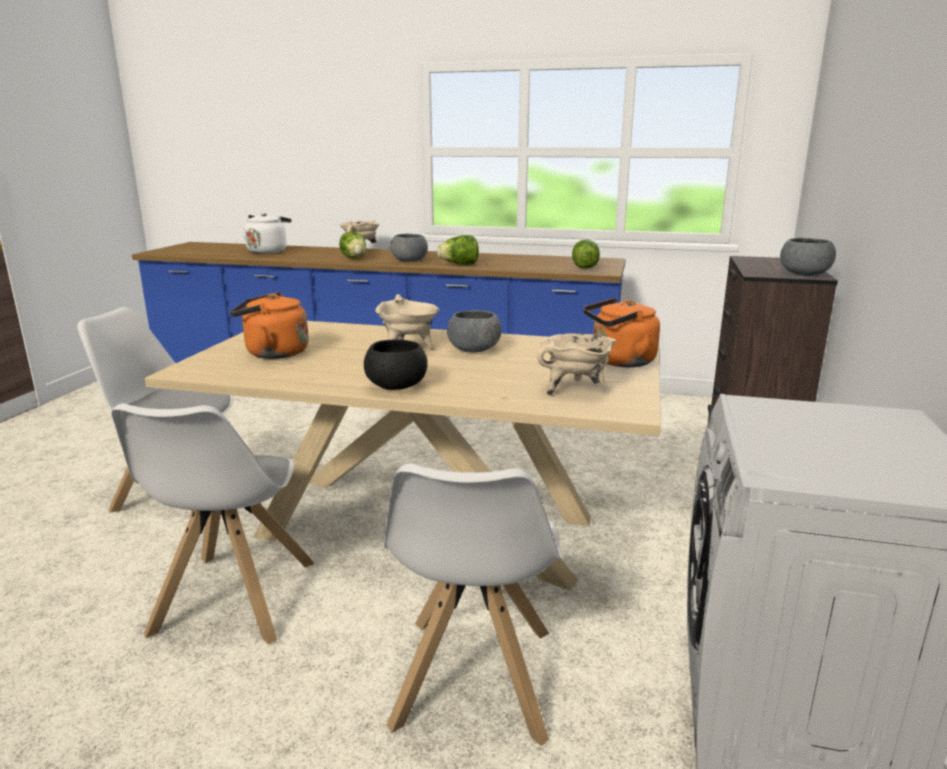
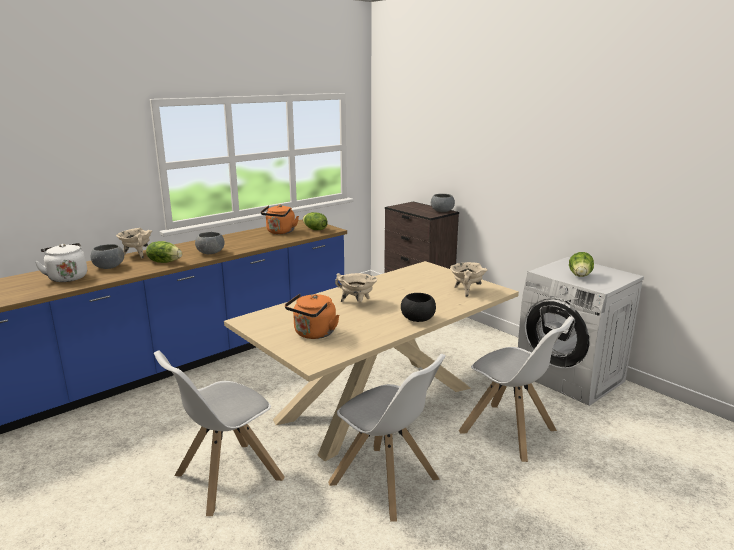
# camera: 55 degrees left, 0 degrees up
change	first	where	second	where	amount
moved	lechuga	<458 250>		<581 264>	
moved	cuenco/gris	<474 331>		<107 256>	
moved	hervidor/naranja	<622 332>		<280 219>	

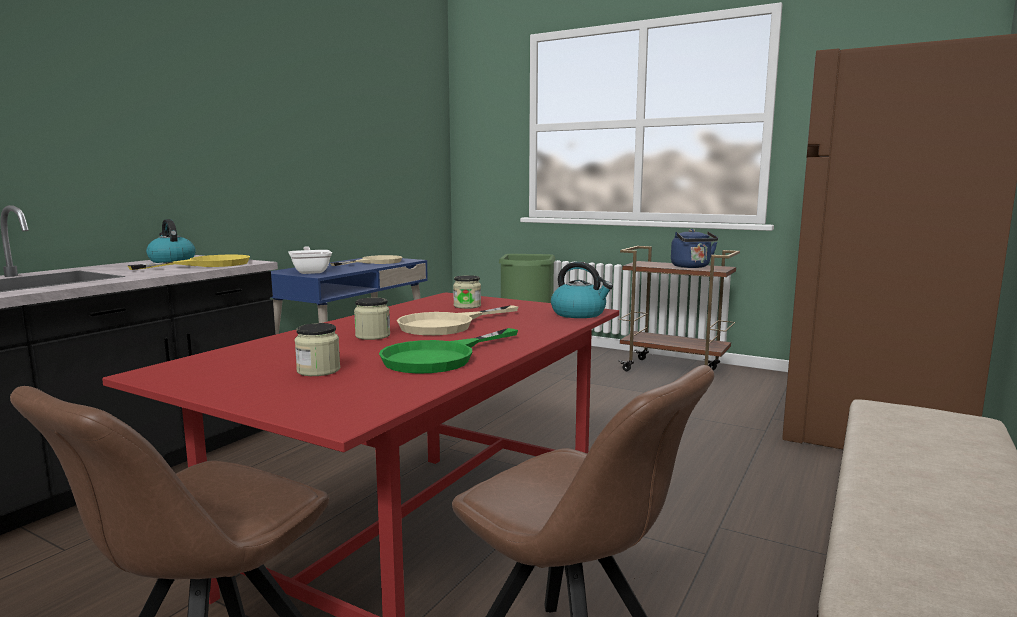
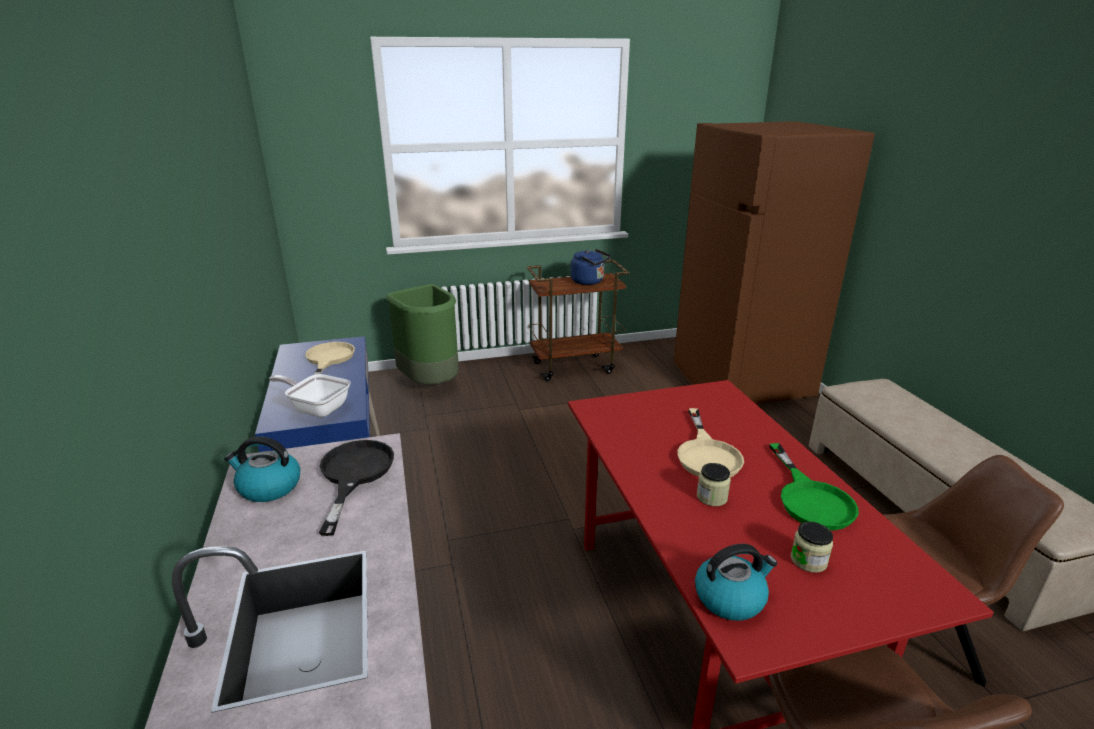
# camera: 45 degrees left, 15 degrees up
change	first	where	second	where	amount
removed	tarro	<467 292>			
moved	hervidor	<582 290>		<736 582>	
recoloured	sartén/amarillo	<188 262>	sartén/negro	<356 488>	

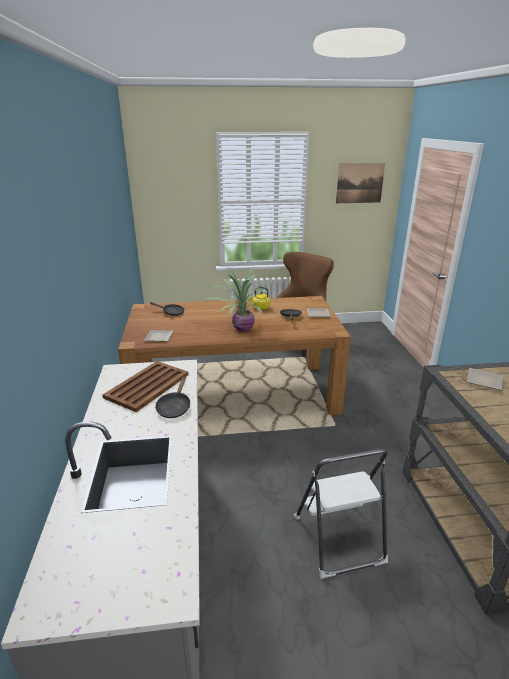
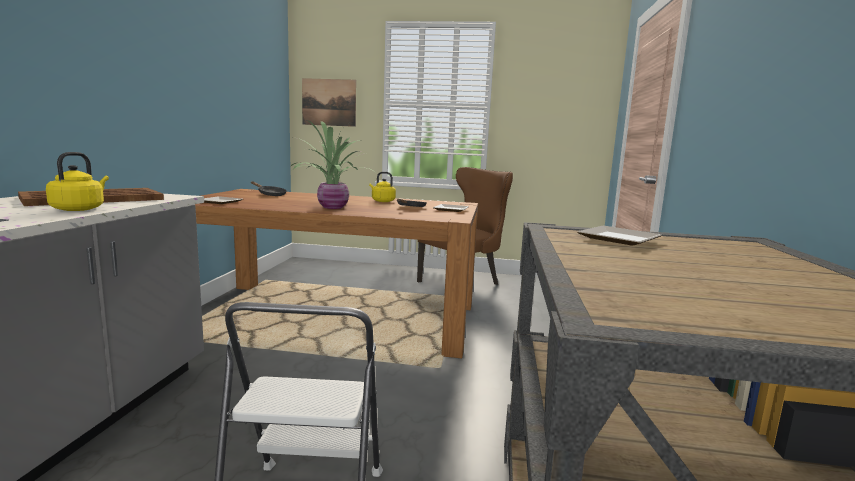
# camera: 15 degrees right, 15 degrees down
change	first	where	second	where	amount
moved	cuadro	<360 183>		<329 102>	
replaced	sartén/negro	<172 397>	hervidor/amarillo	<77 181>	

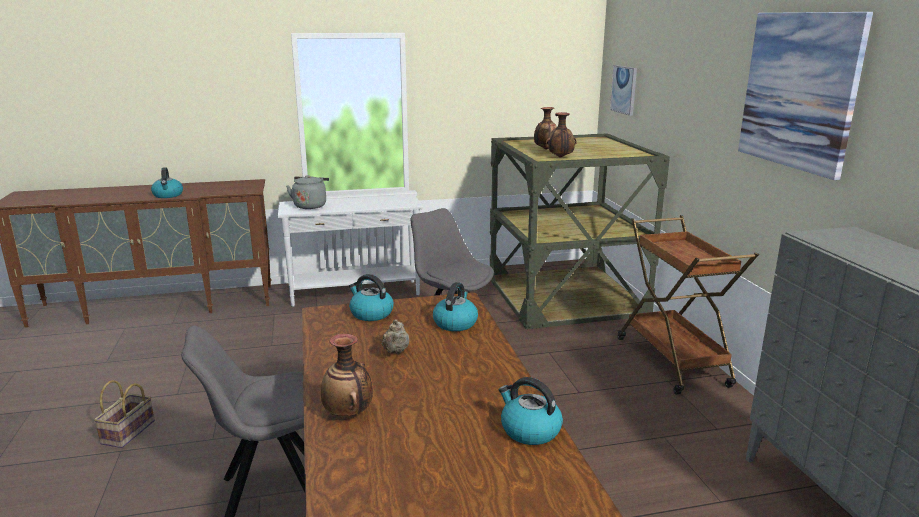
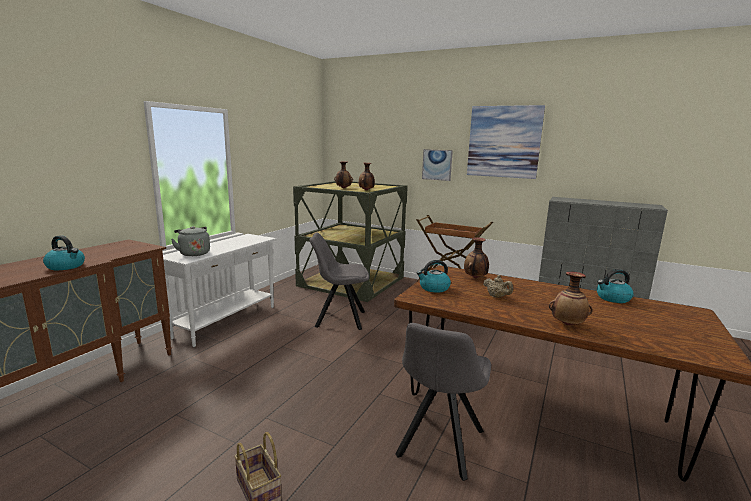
# camera: 50 degrees left, 5 degrees down
change	first	where	second	where	amount
moved	cuadro	<623 90>		<437 165>	
replaced	hervidor	<455 306>	florero	<476 257>	

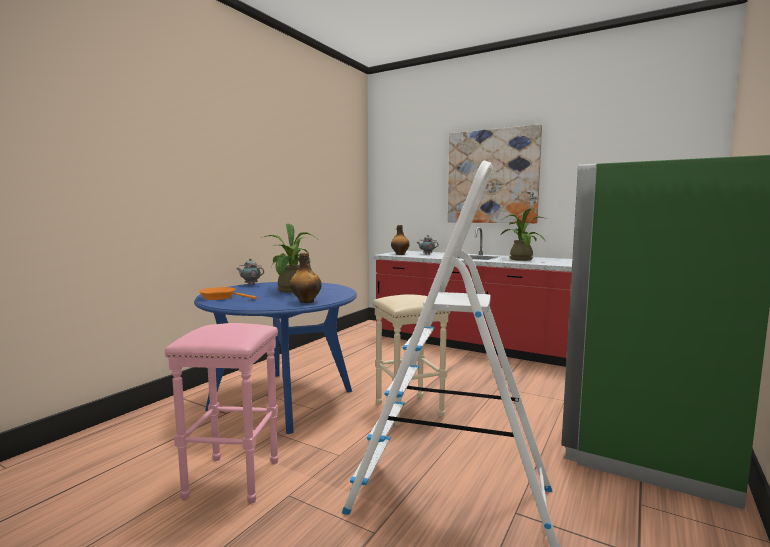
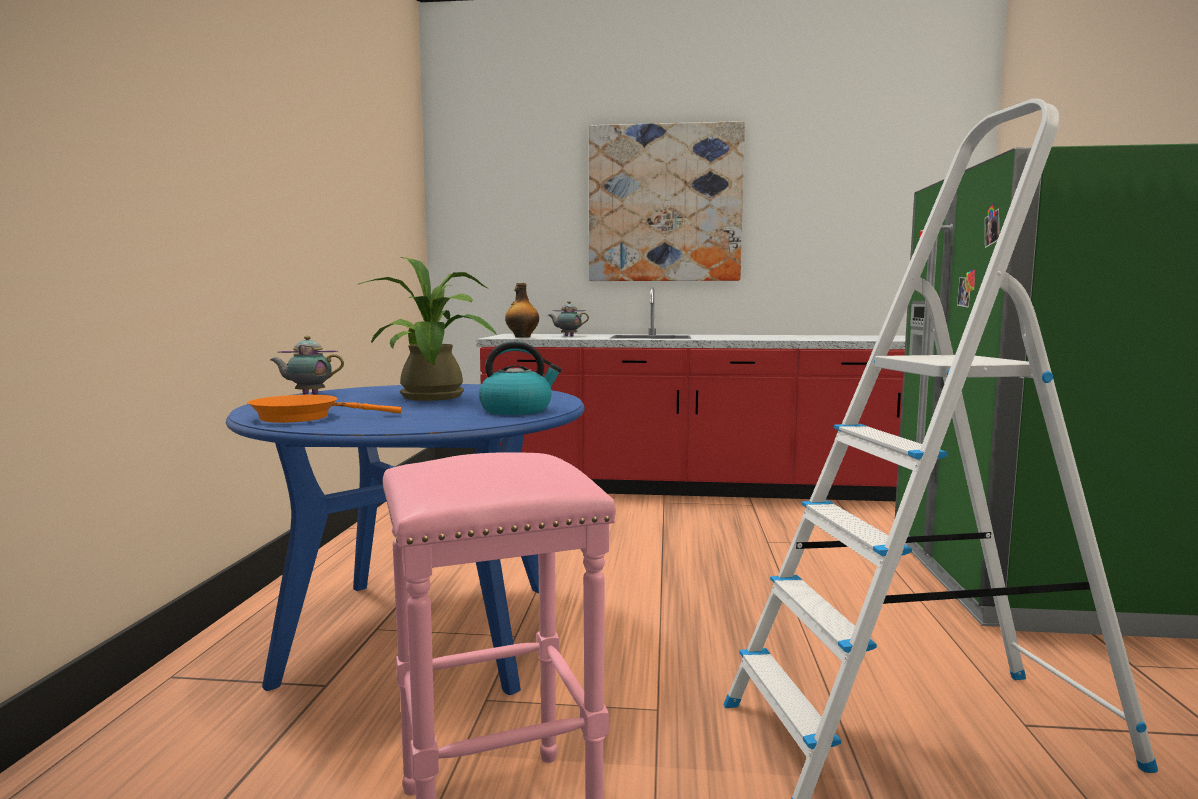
# camera: 25 degrees left, 0 degrees up
change	first	where	second	where	amount
removed	taburete/beis	<411 359>			
removed	planta en maceta	<524 234>			
replaced	botella	<306 278>	hervidor	<520 378>	

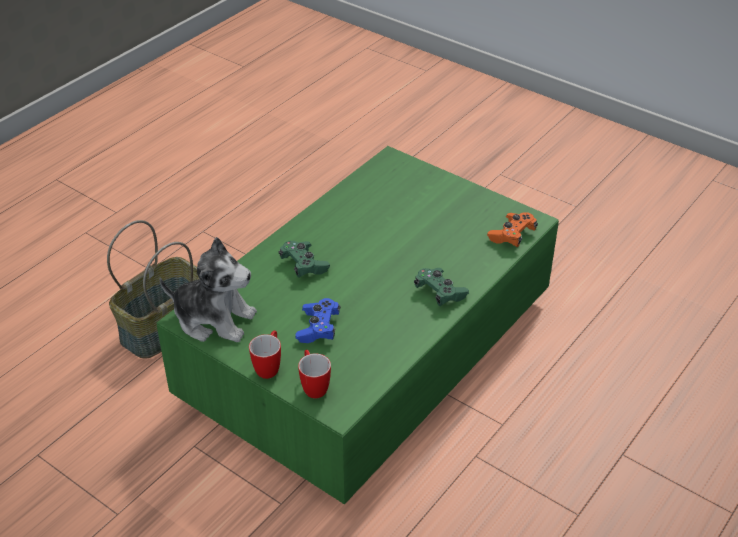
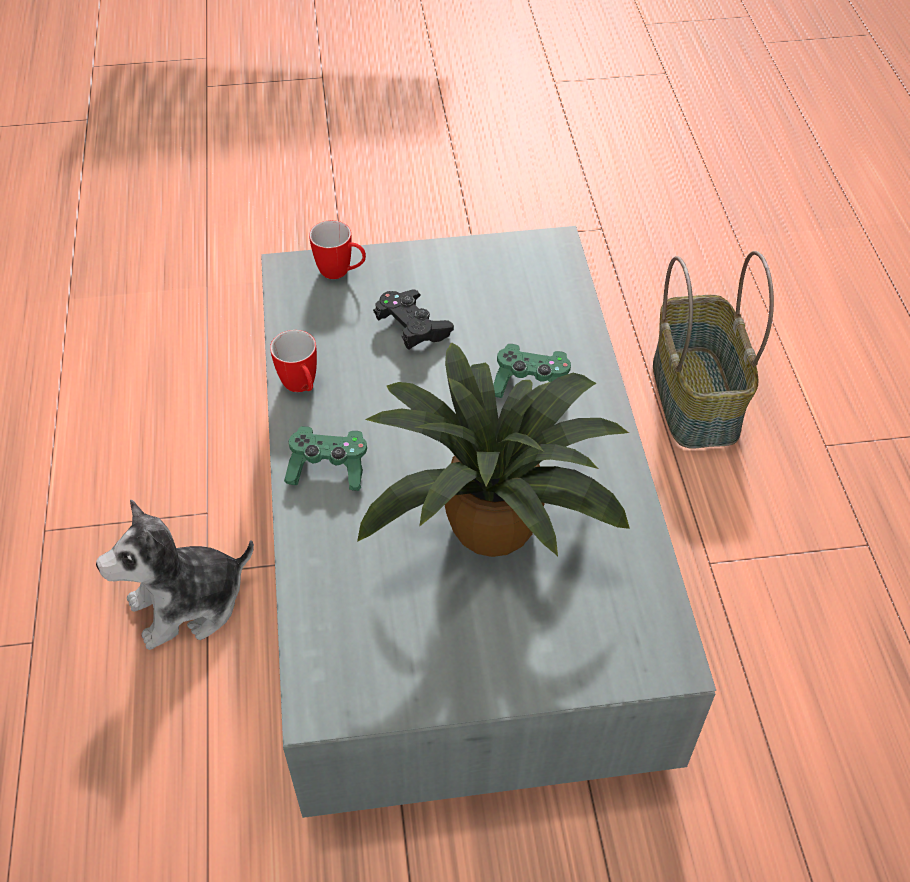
# camera: 135 degrees right, 10 degrees up
change	first	where	second	where	amount
removed	mando de consola/naranja	<512 229>			
added			planta en maceta	<493 449>	
moved	peluche	<208 289>		<175 574>	
moved	taza grande	<265 355>		<293 361>	
recoloured	mesa de centro/verde	<358 325>	mesa de centro/gris	<488 522>	
recoloured	mando de consola/azul	<318 320>	mando de consola/negro	<413 320>	

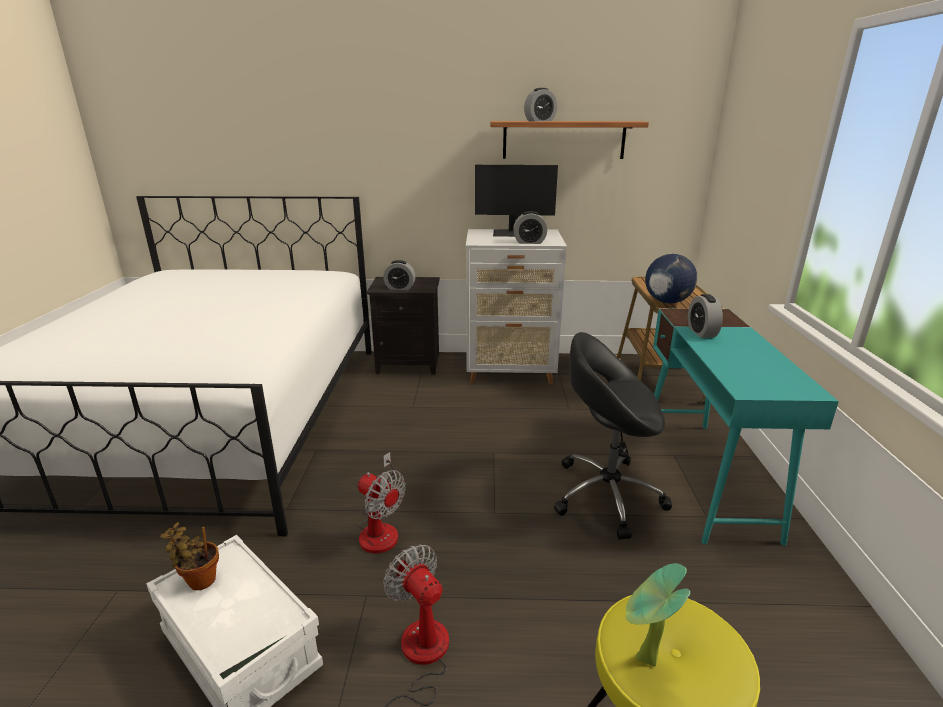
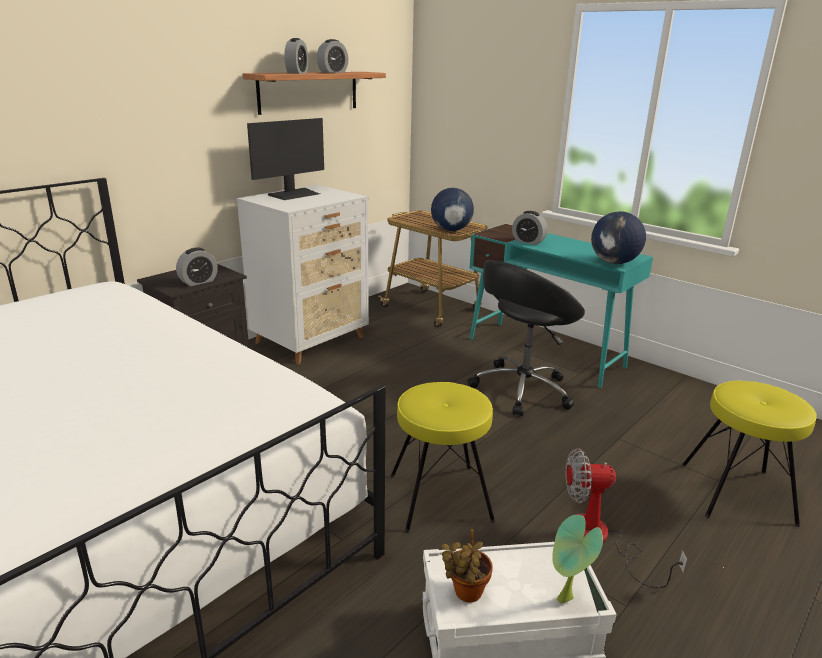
# camera: 50 degrees left, 0 degrees up
change	first	where	second	where	amount
added			globo terráqueo	<618 237>	
moved	despertador	<530 227>		<332 56>	
moved	planta en maceta	<657 615>		<577 559>	
replaced	ventilador	<382 503>	taburete/amarillo	<442 457>	

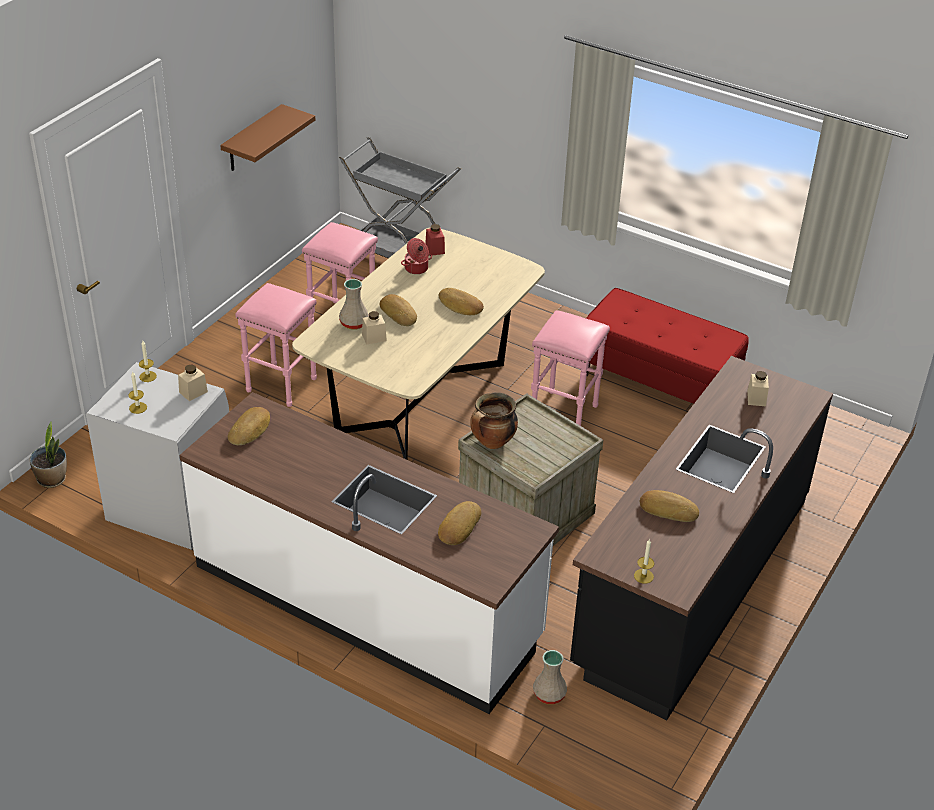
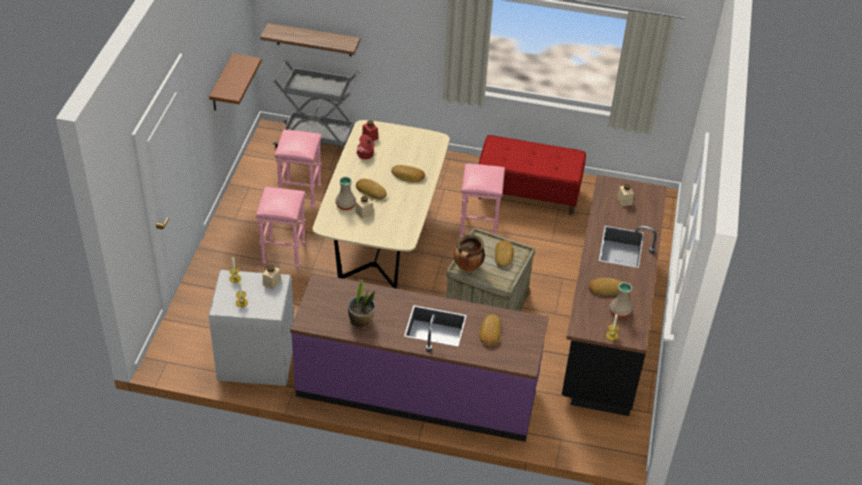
# camera: 20 degrees left, 5 degrees up
change	first	where	second	where	amount
added			estante	<310 39>	
moved	planta en maceta	<48 455>		<361 304>	
moved	pan	<249 426>		<504 254>	
moved	florero/beis	<550 677>		<621 300>	
recoloured	mueble bajo de cocina/blanco	<369 553>	mueble bajo de cocina/morado	<419 357>	

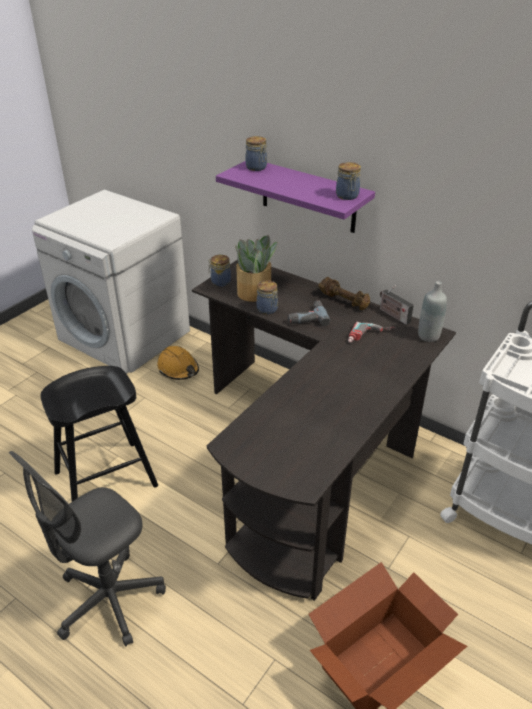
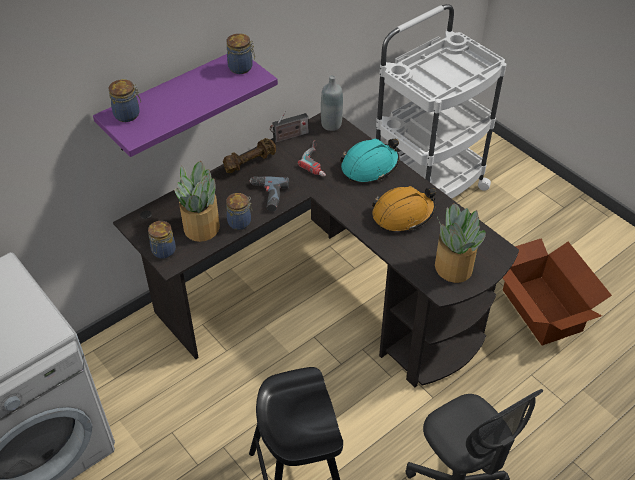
# camera: 75 degrees left, 10 degrees up
change	first	where	second	where	amount
added			casco/turquesa	<369 160>	
added			planta en maceta	<460 243>	
moved	casco/naranja	<178 363>		<404 208>	

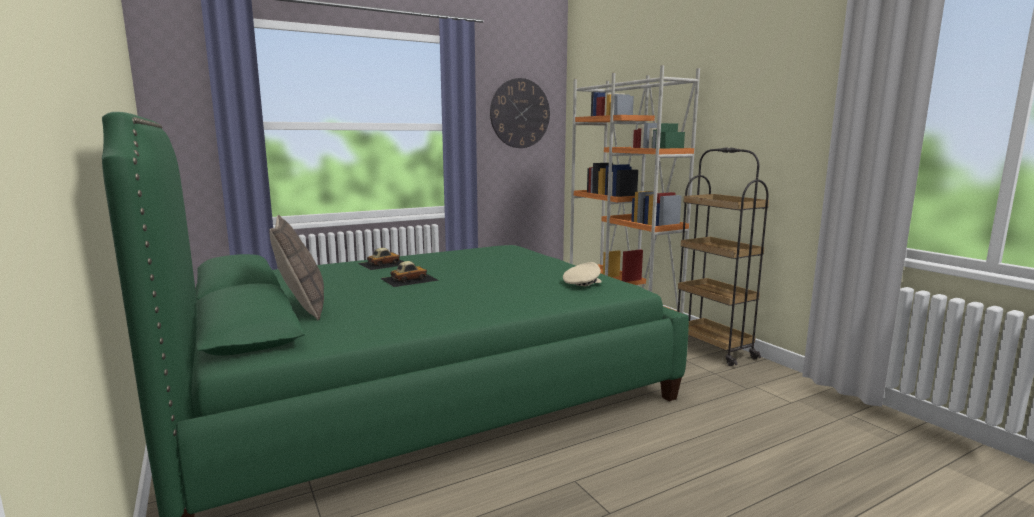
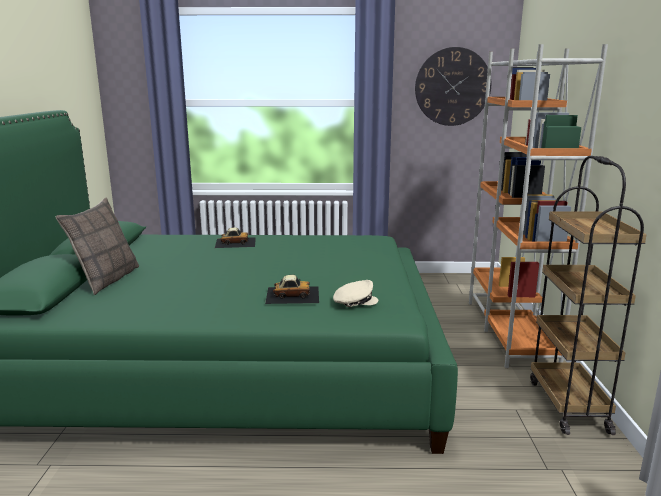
# camera: 30 degrees right, 5 degrees up
change	first	where	second	where	amount
moved	coche de juguete	<409 274>		<292 289>	

